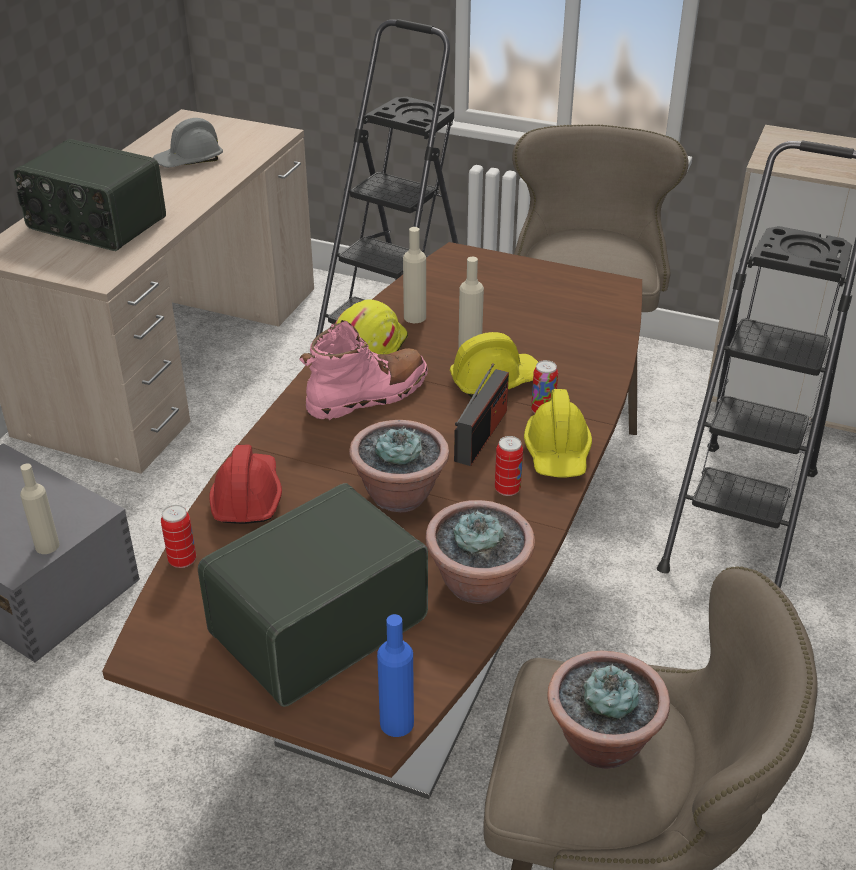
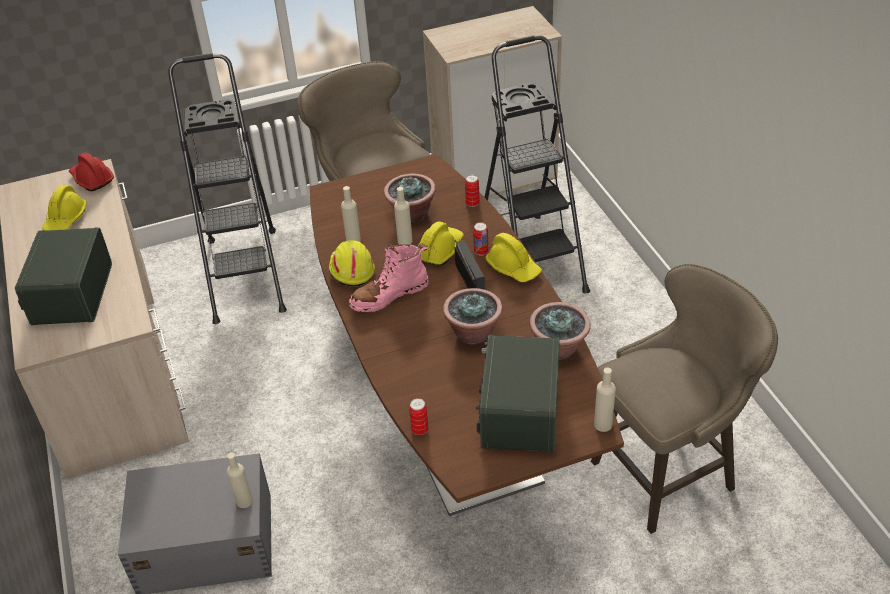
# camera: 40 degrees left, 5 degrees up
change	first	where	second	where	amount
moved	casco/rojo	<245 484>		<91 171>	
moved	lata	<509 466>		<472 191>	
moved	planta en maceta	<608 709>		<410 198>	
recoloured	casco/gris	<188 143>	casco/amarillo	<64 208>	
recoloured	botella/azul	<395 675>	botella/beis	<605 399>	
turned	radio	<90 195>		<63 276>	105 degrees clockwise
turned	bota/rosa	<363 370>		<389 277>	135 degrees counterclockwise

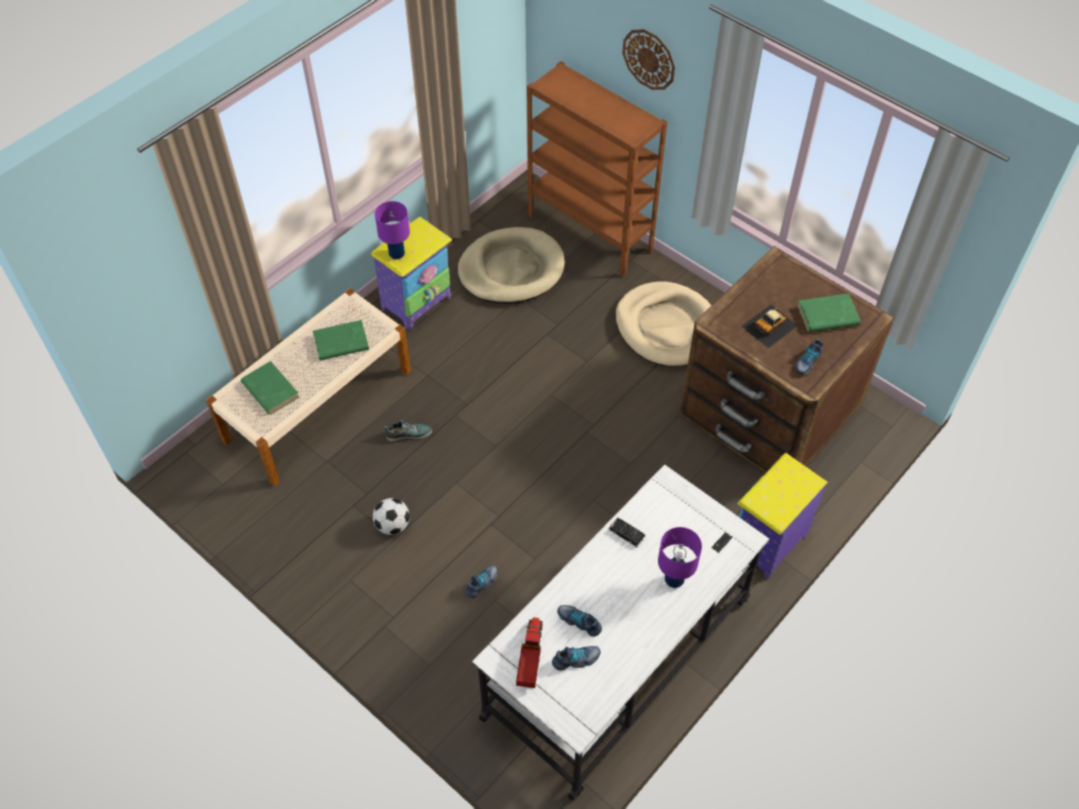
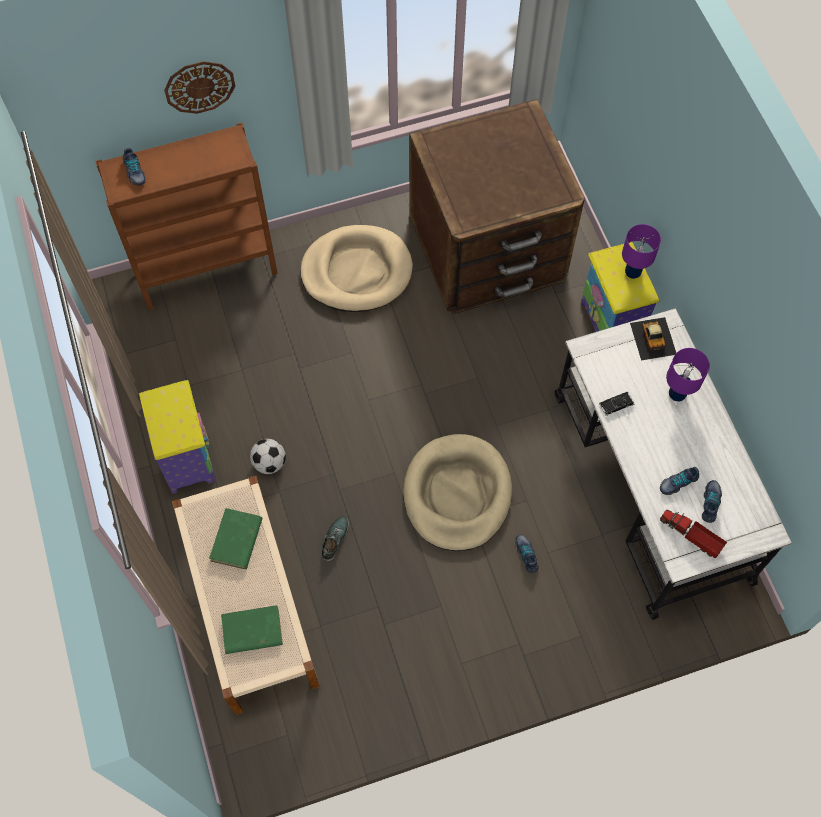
# camera: 60 degrees left, 10 degrees up
change	first	where	second	where	amount
removed	libro/verde	<828 313>			
moved	balón de fútbol	<391 516>		<268 456>	
moved	lámpara de mesa/morado	<392 230>		<641 251>	
moved	cama para perro/beis	<511 265>		<457 492>	
moved	coche de juguete	<770 326>		<653 339>	
moved	zapato	<809 357>		<134 167>	

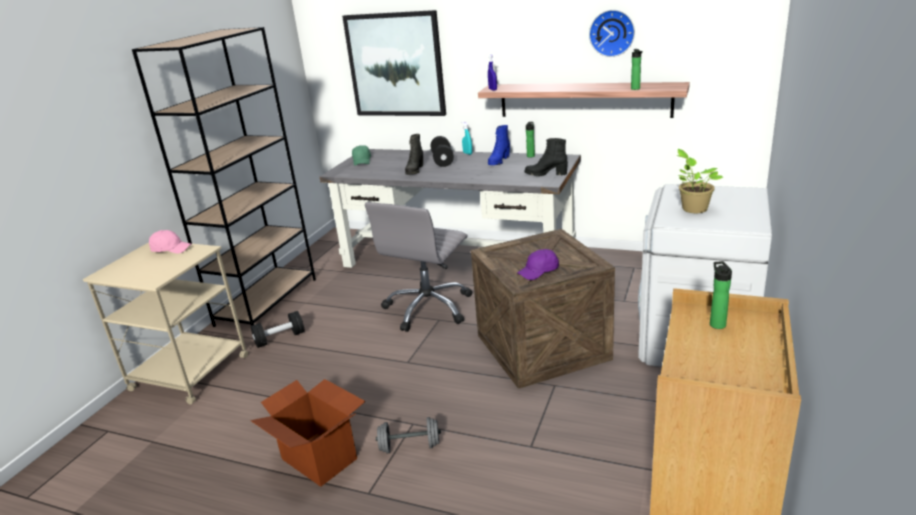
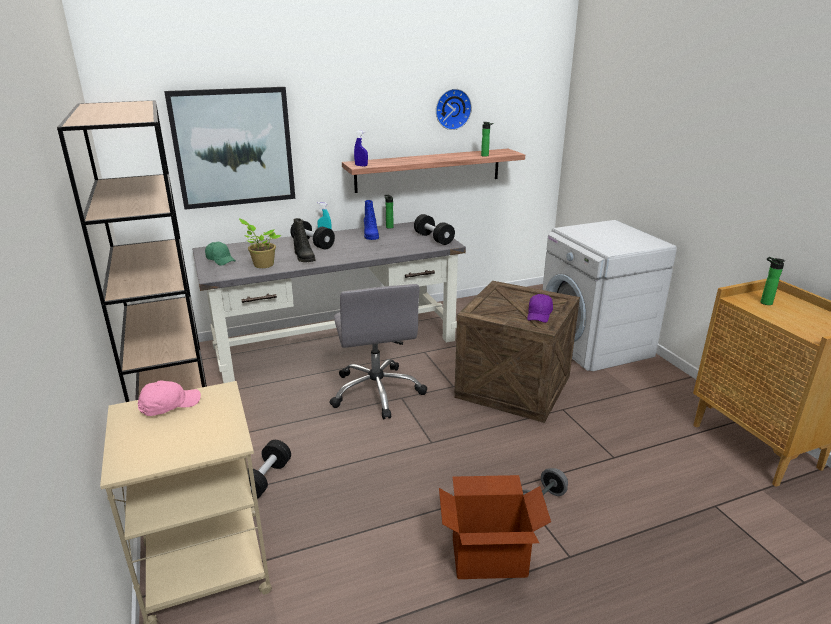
# camera: 45 degrees left, 0 degrees up
change	first	where	second	where	amount
moved	planta en maceta	<700 181>		<260 243>	
replaced	bota/negro	<546 157>	mancuerna/negro	<434 229>	

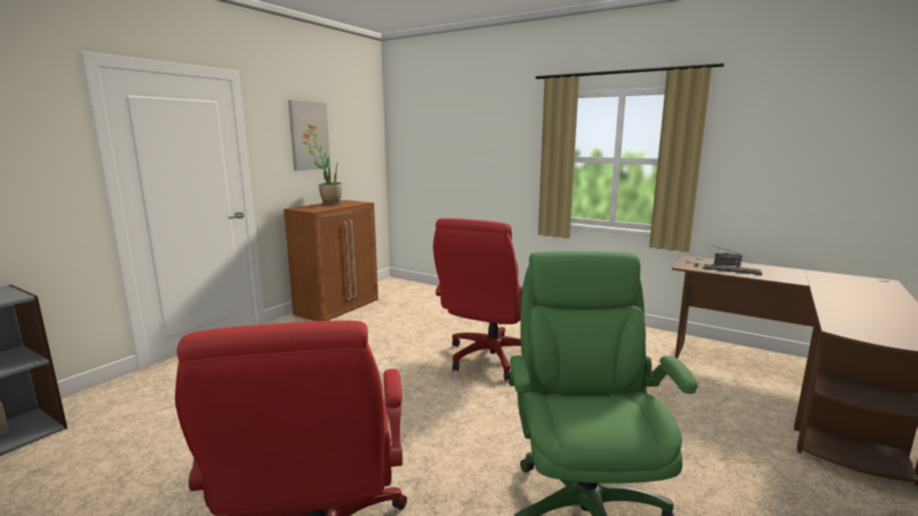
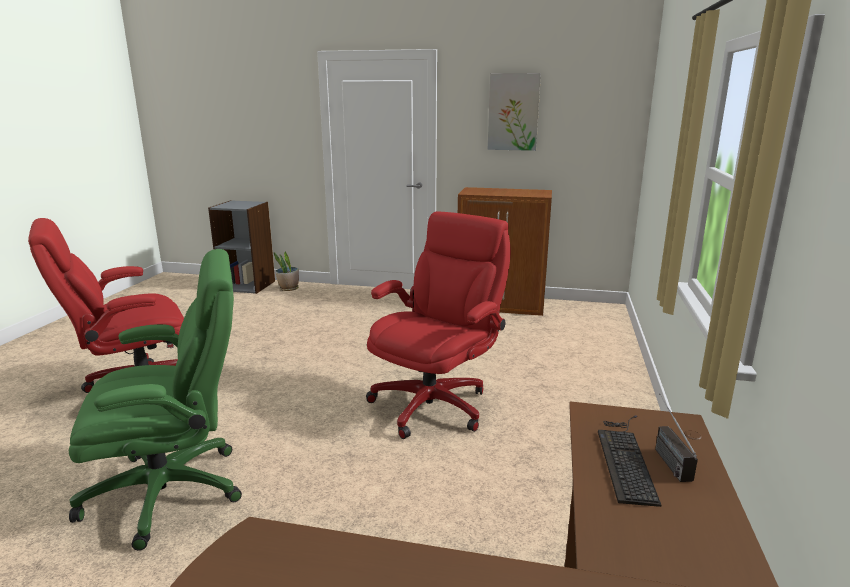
# camera: 70 degrees right, 5 degrees up
change	first	where	second	where	amount
moved	planta en maceta	<330 184>		<286 271>	
turned	silla de oficina/rojo	<478 299>		<438 325>	120 degrees clockwise

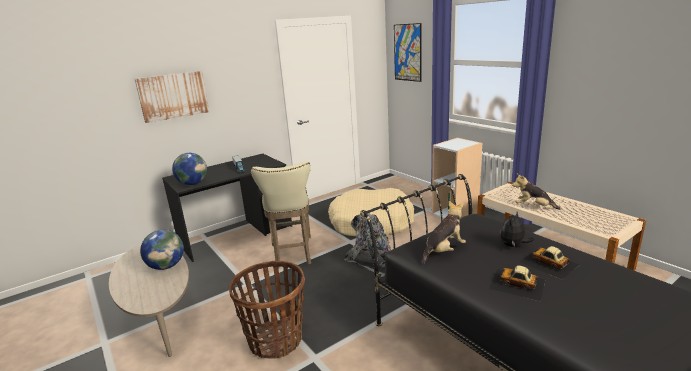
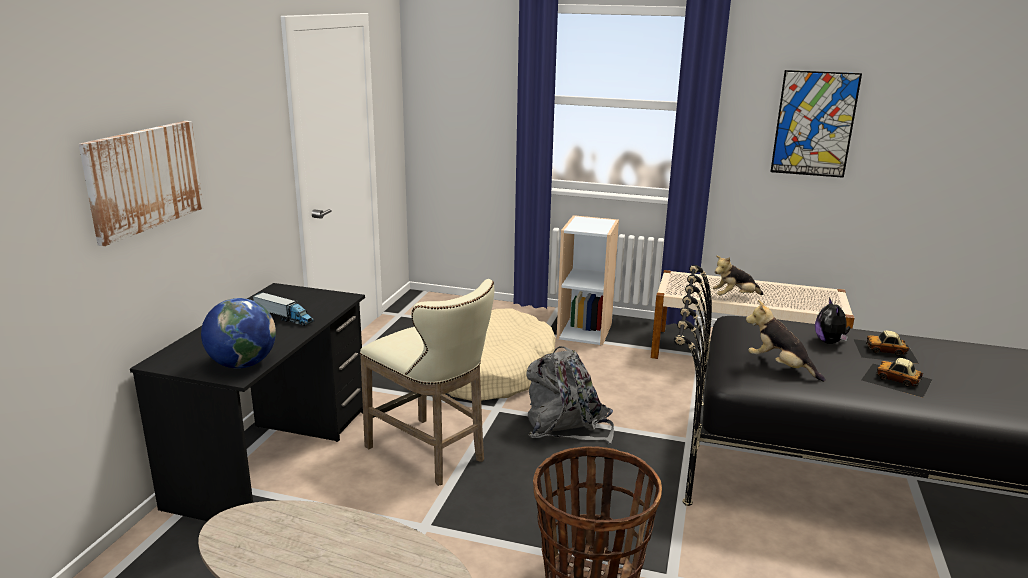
# camera: 40 degrees left, 0 degrees up
change	first	where	second	where	amount
removed	globo terráqueo	<162 250>			
moved	cuadro	<407 52>		<816 124>	
turned	peluche	<444 232>		<785 341>	60 degrees counterclockwise
turned	coche de juguete	<517 283>		<897 378>	45 degrees clockwise

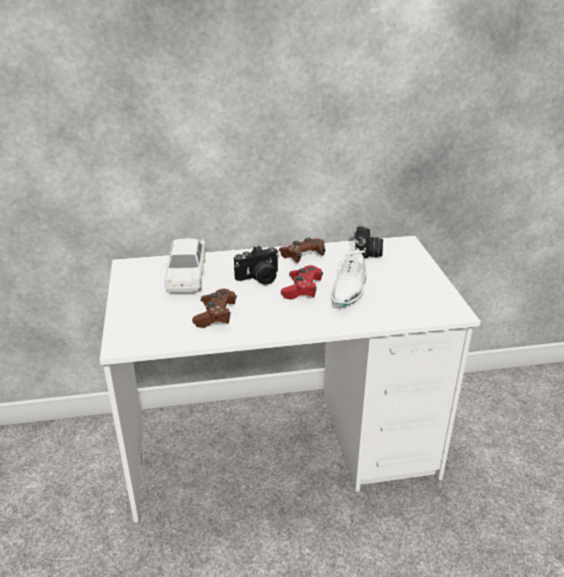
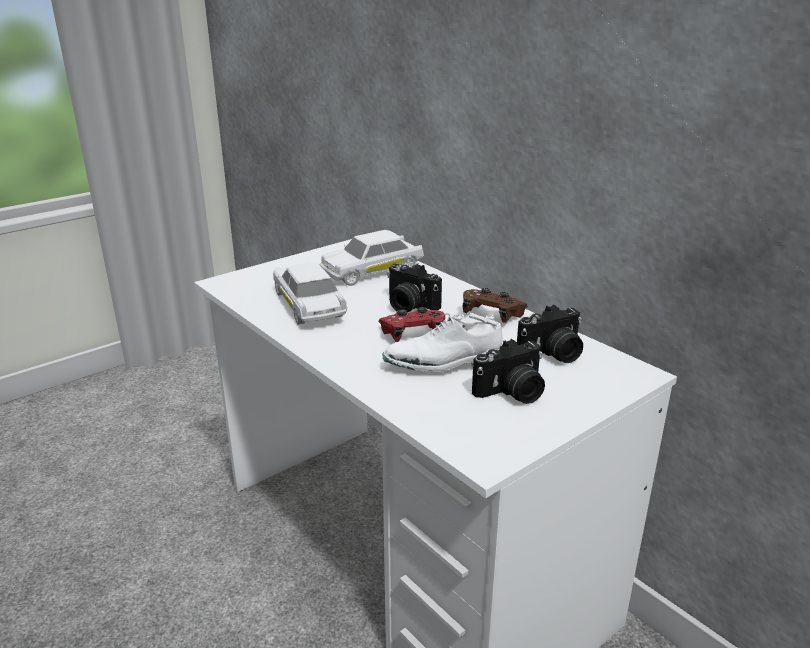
# camera: 60 degrees right, 5 degrees down
change	first	where	second	where	amount
added			cámara	<508 371>	
replaced	mando de consola/marrón	<214 308>	coche de juguete/blanco	<310 294>	

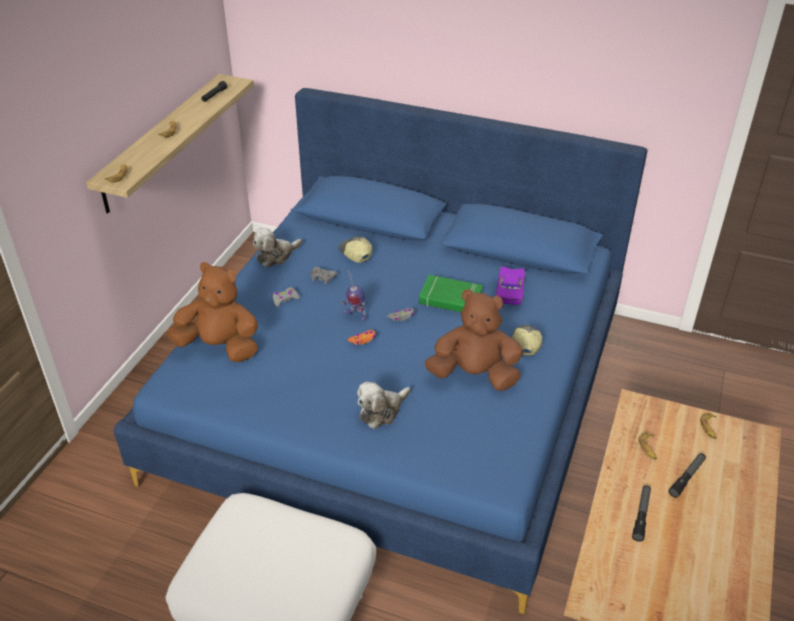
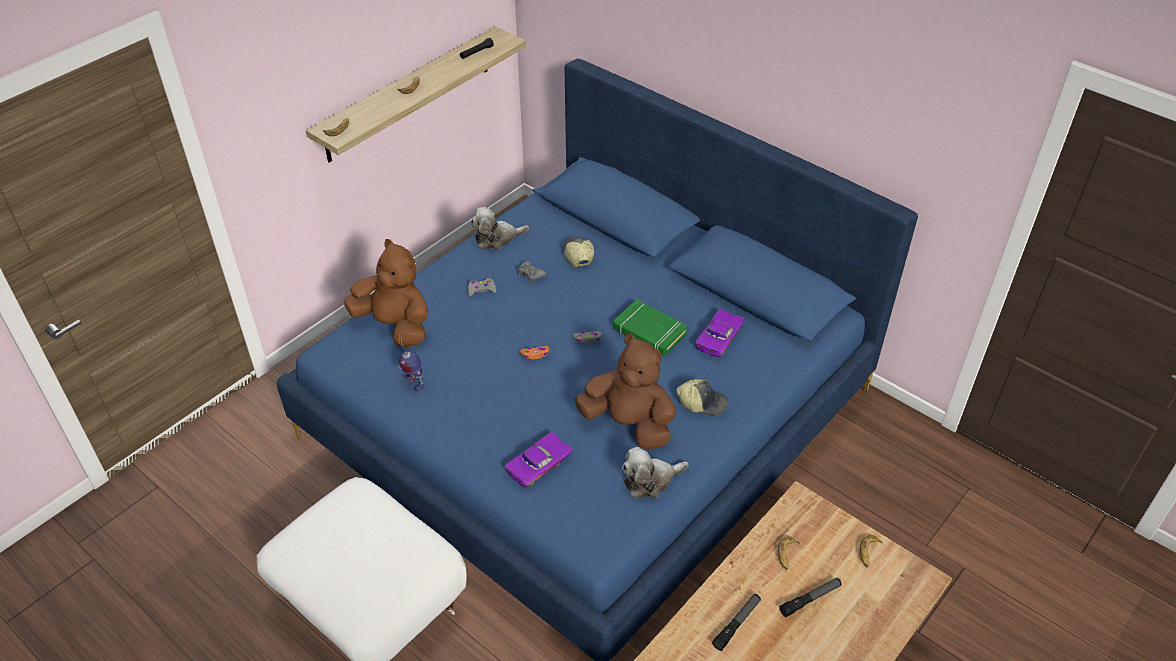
# camera: 20 degrees right, 5 degrees up
change	first	where	second	where	amount
added			coche de juguete/morado	<539 460>	
moved	robot de juguete	<354 295>		<410 363>	
moved	peluche	<384 405>		<655 472>	
turned	gorra	<527 340>		<702 397>	75 degrees clockwise

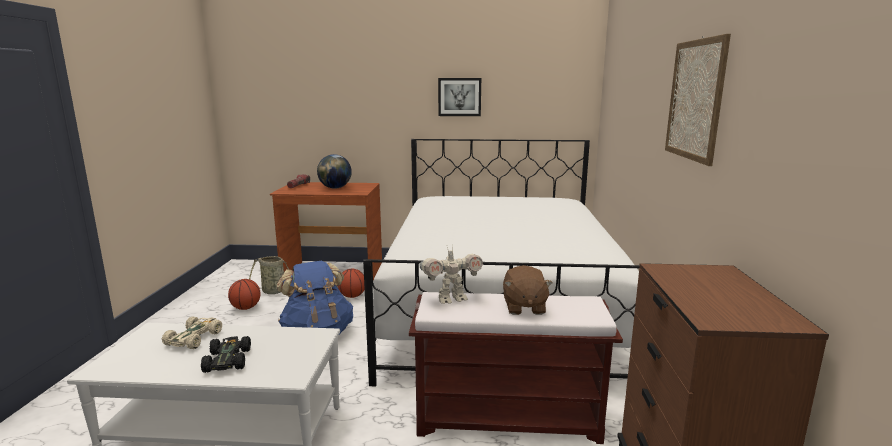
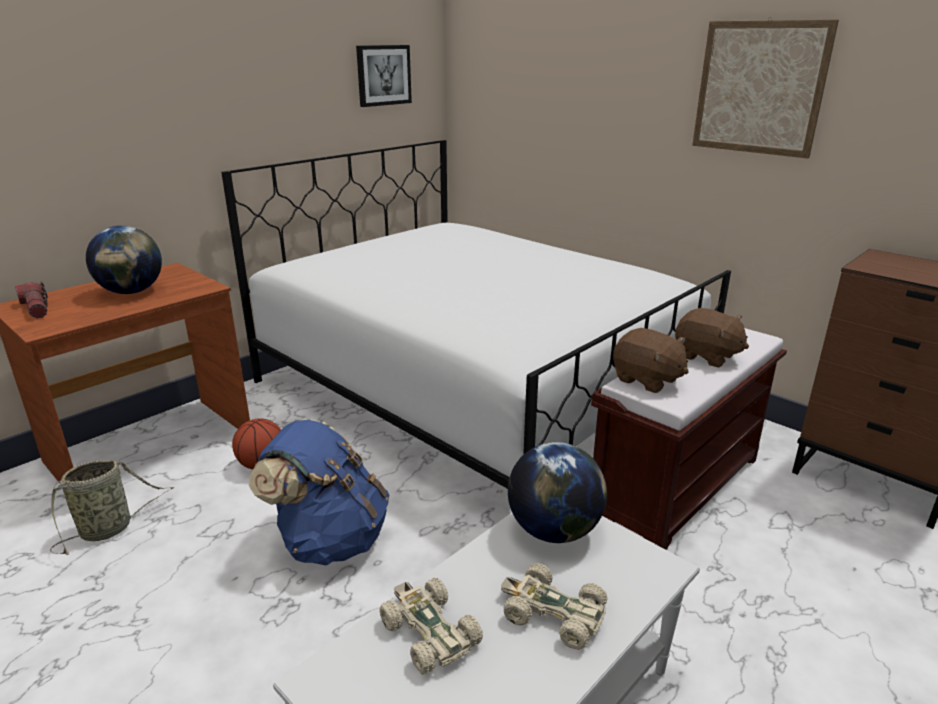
# camera: 50 degrees left, 10 degrees up
change	first	where	second	where	amount
removed	balón de baloncesto	<244 294>			
added			globo terráqueo	<557 492>	
moved	cuadro	<459 97>		<384 76>	
replaced	robot de juguete	<451 274>	peluche/marrón	<651 360>	
recoloured	coche de juguete/negro	<226 354>	coche de juguete/beis	<554 606>	

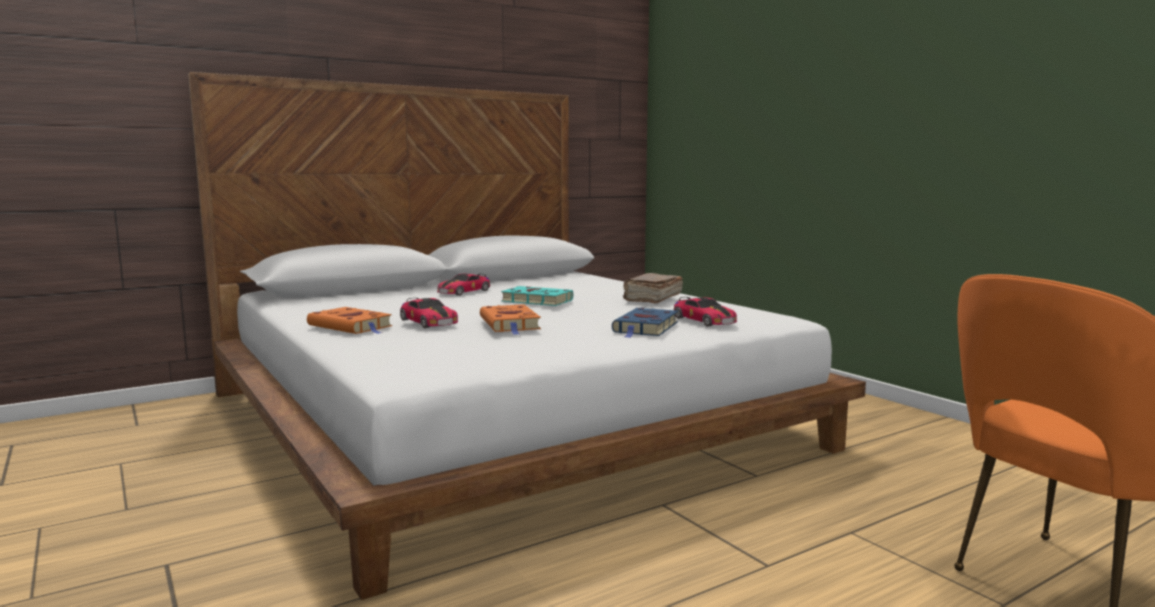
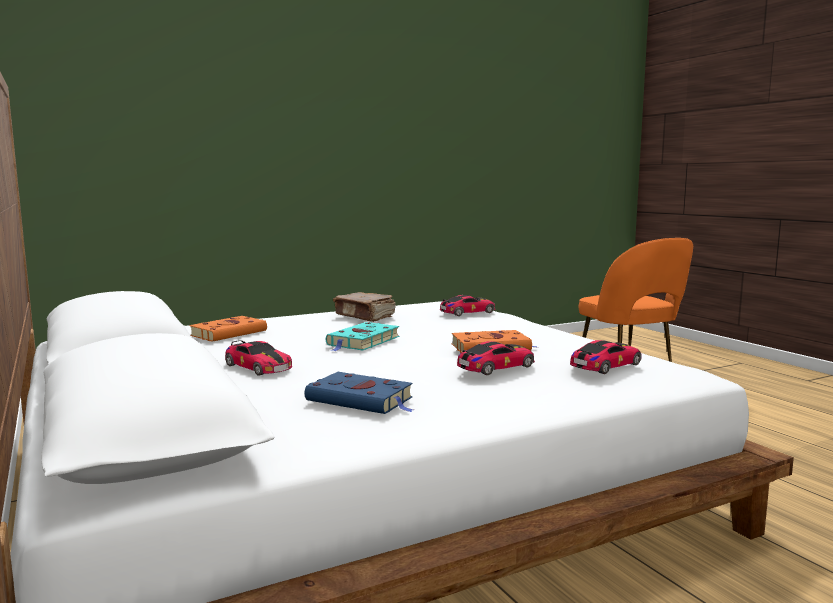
# camera: 85 degrees left, 0 degrees up
change	first	where	second	where	amount
added			coche de juguete	<606 357>	
moved	libro/naranja	<349 320>		<228 329>	
moved	libro/azul	<645 323>		<359 393>	

